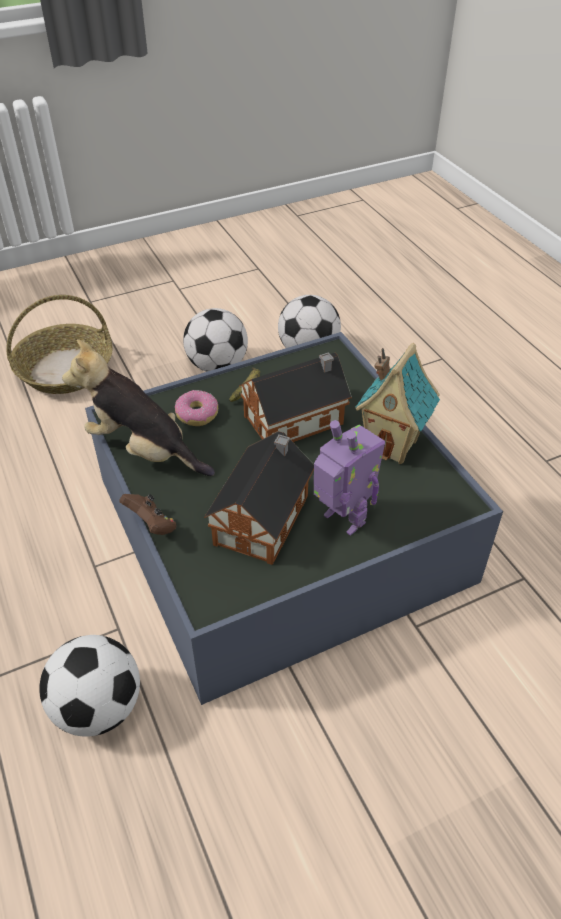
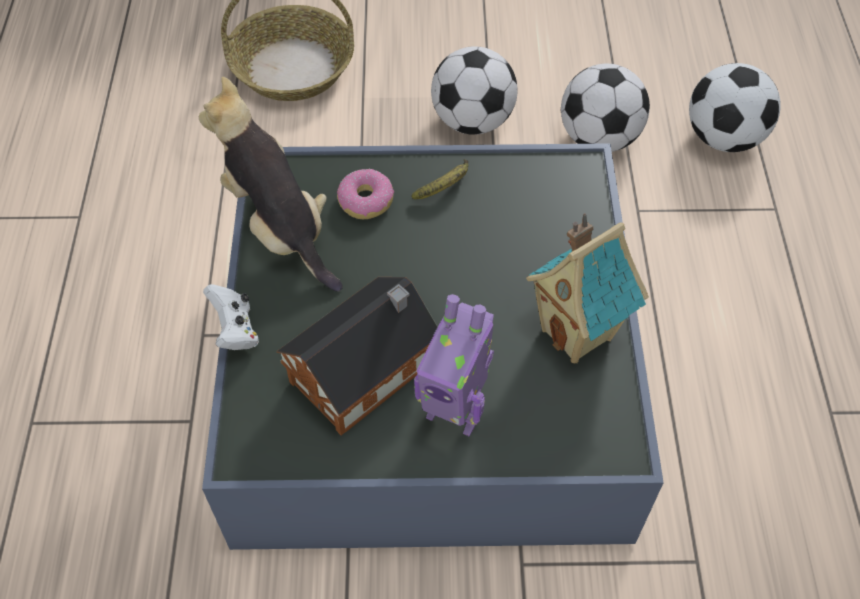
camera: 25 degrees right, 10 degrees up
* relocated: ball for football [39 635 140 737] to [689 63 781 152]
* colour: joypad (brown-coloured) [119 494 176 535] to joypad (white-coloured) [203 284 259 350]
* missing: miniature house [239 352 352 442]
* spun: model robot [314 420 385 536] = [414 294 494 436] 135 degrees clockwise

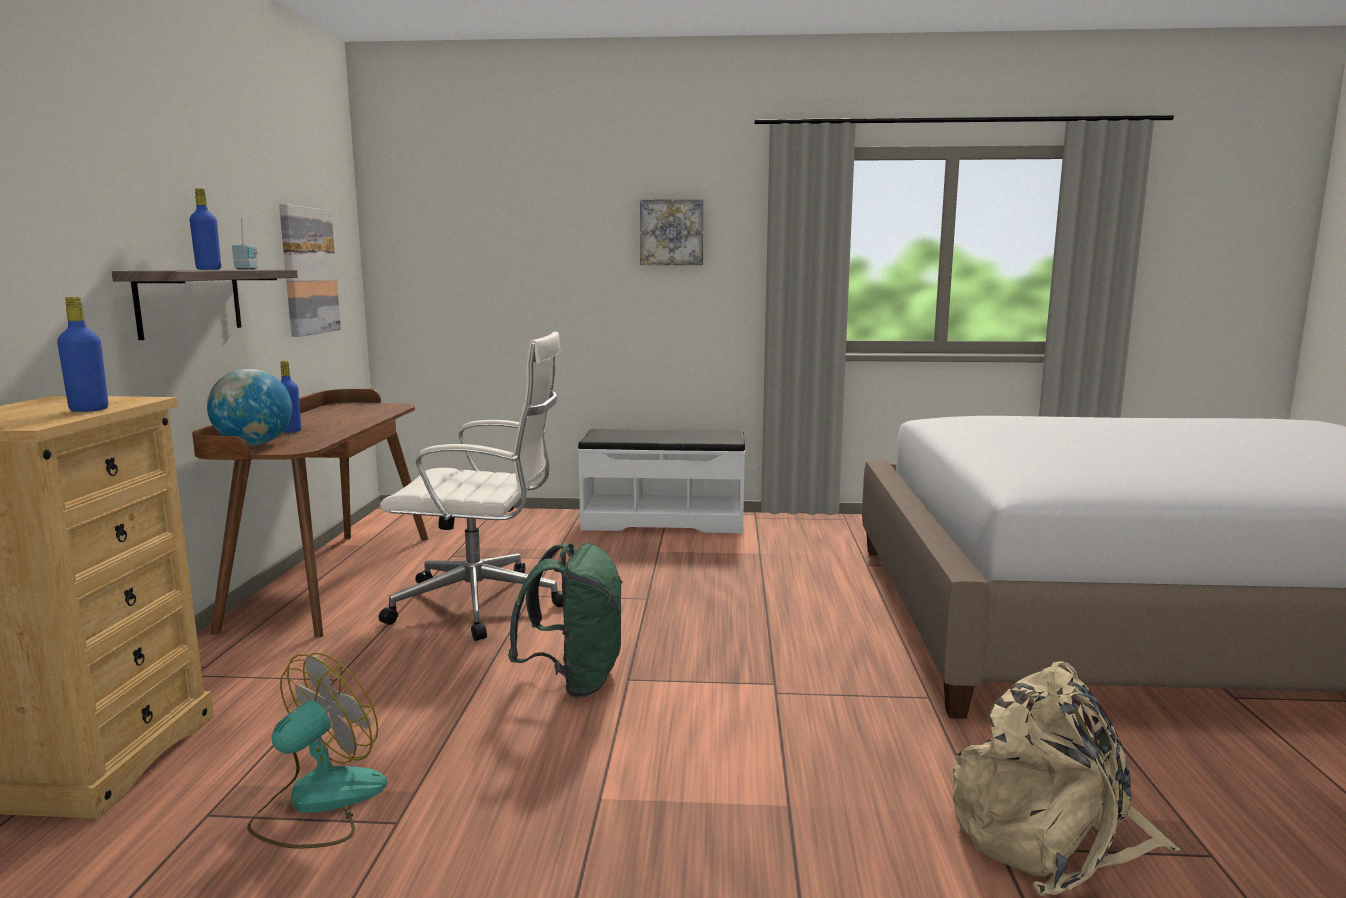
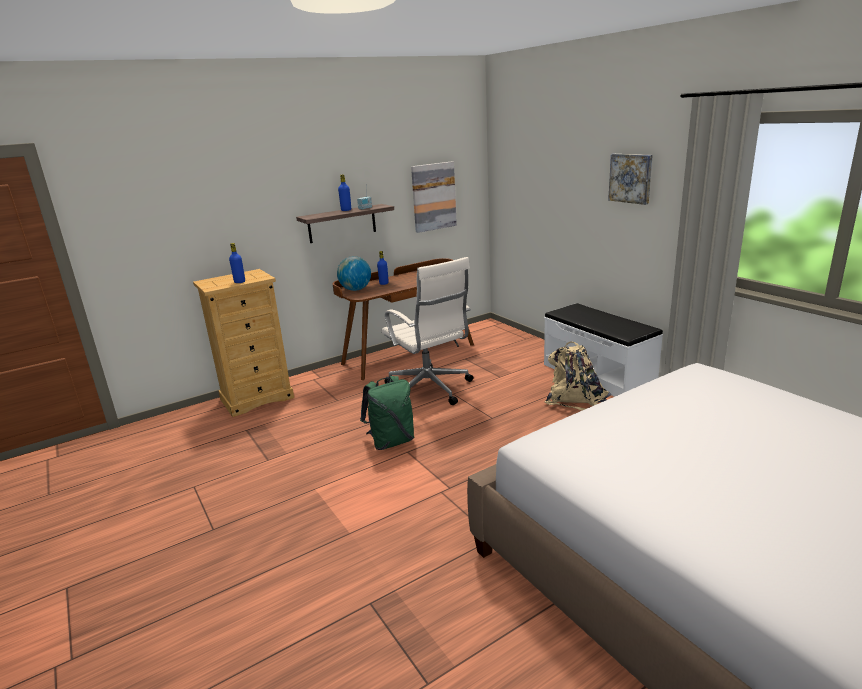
camera: 55 degrees right, 10 degrees up
* missing: cooling fan [247 653 387 849]
* relocated: knapsack (beige) [953 661 1181 896] to [544 341 611 410]

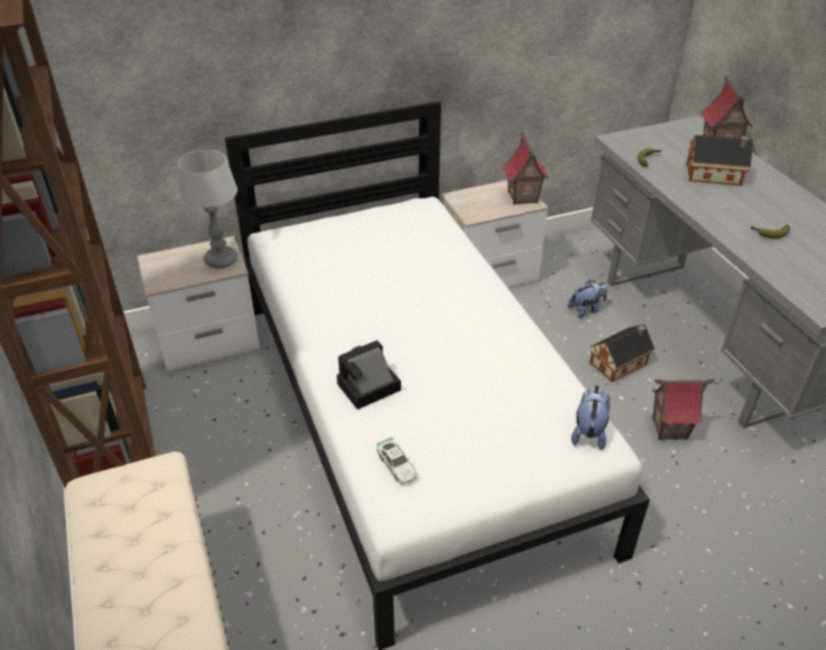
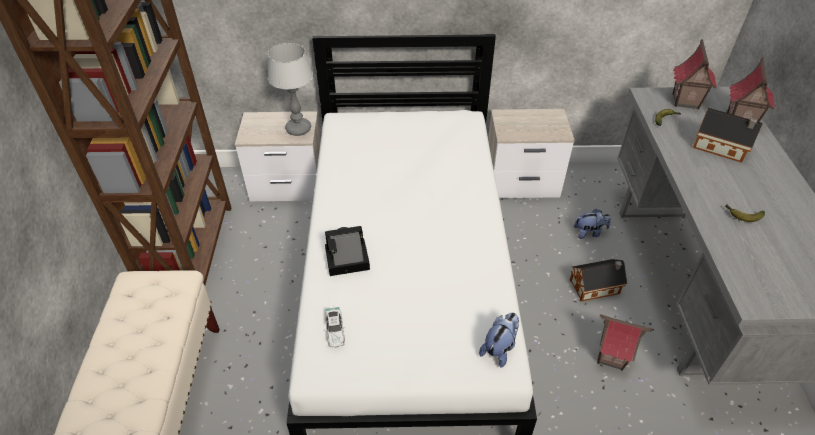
camera: 20 degrees right, 5 degrees up
* relocated: miniature house [502 132 549 205] to [673 39 717 109]

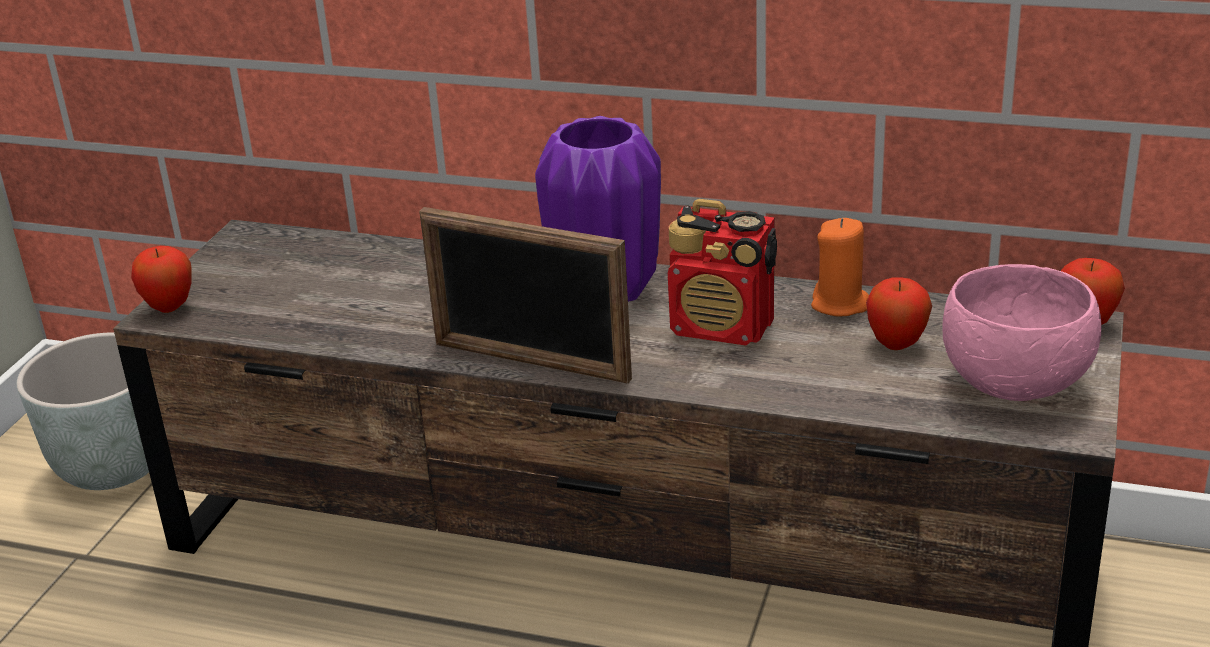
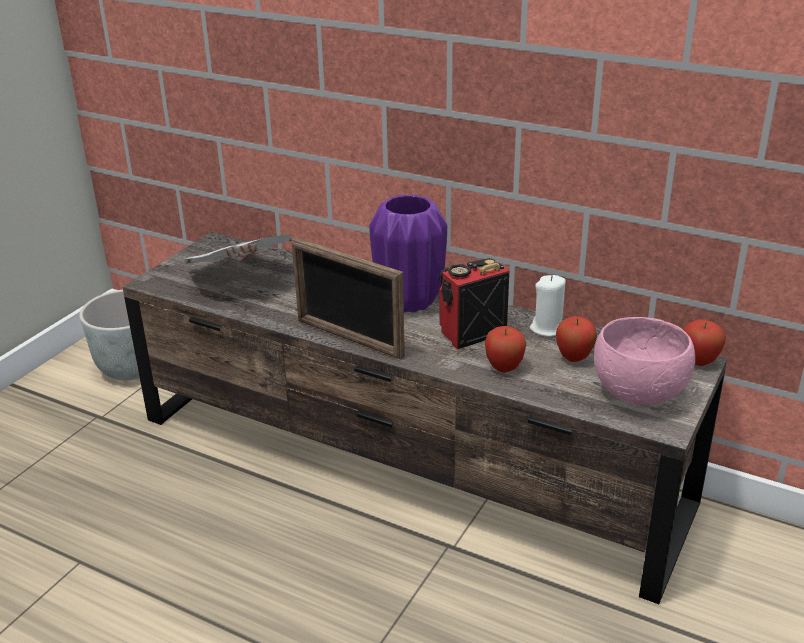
camera: 10 degrees right, 0 degrees up
* relocated: apple fruit [131 246 192 313] to [485 326 526 373]
* spun: radio [668 199 777 346] = [439 258 509 349] 120 degrees clockwise
* colour: wax light (orangey) [811 218 869 316] to wax light (white-coloured) [530 275 566 337]
* appeared: newspaper [184 235 292 264]

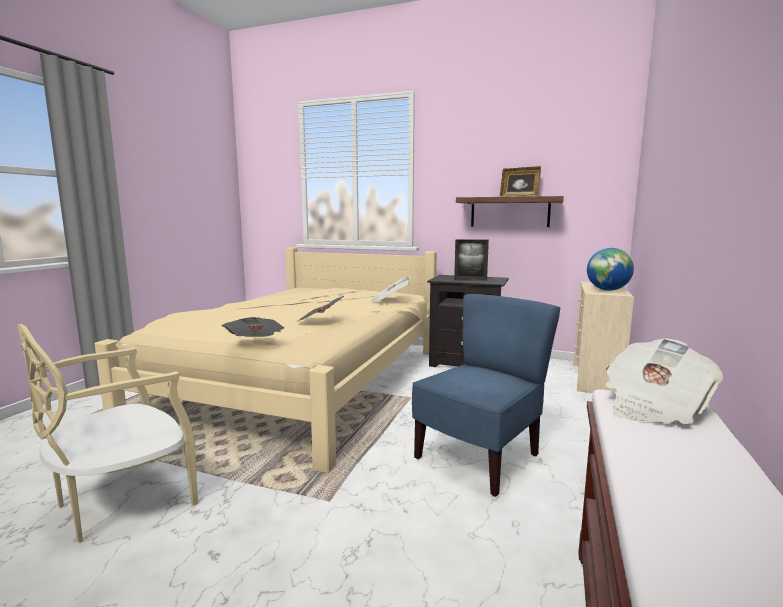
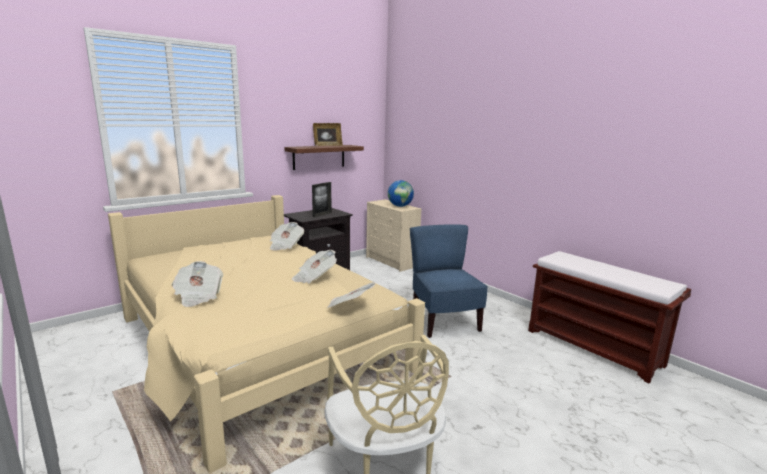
camera: 60 degrees left, 5 degrees up
* relocated: newspaper [605 338 723 424] to [172 261 224 307]

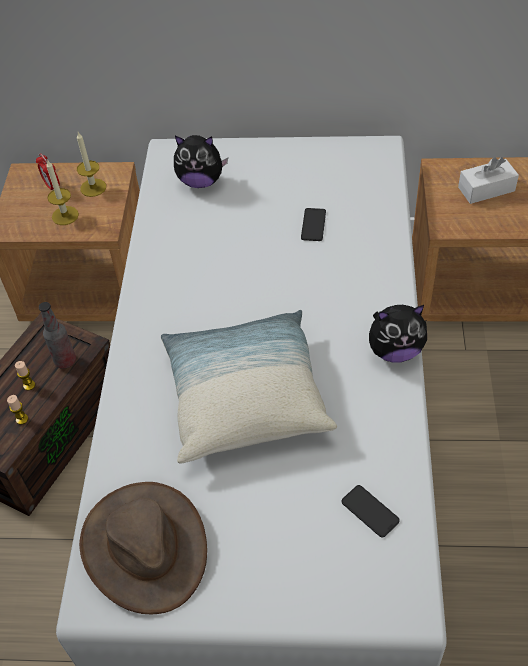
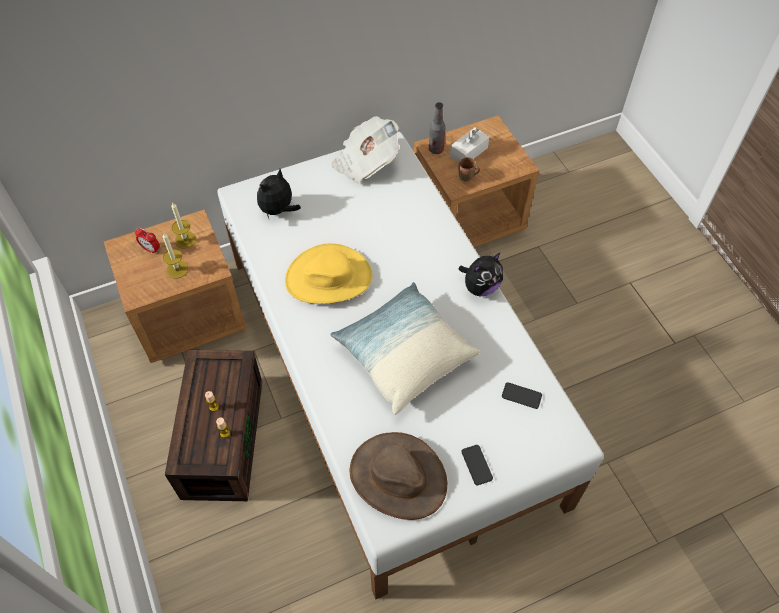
camera: 30 degrees left, 5 degrees up
* relocated: bottle [39 302 76 369] to [429 102 446 154]
* spun: plush toy [174 135 228 188] = [257 169 301 218] 150 degrees clockwise
* relocated: telephone [301 208 326 241] to [461 445 493 485]
* appeared: wearable hat (yellowish) [285 244 373 304]
* appeared: newspaper [332 116 400 183]
* appeared: tea mug (brown-coloured) [458 157 480 182]

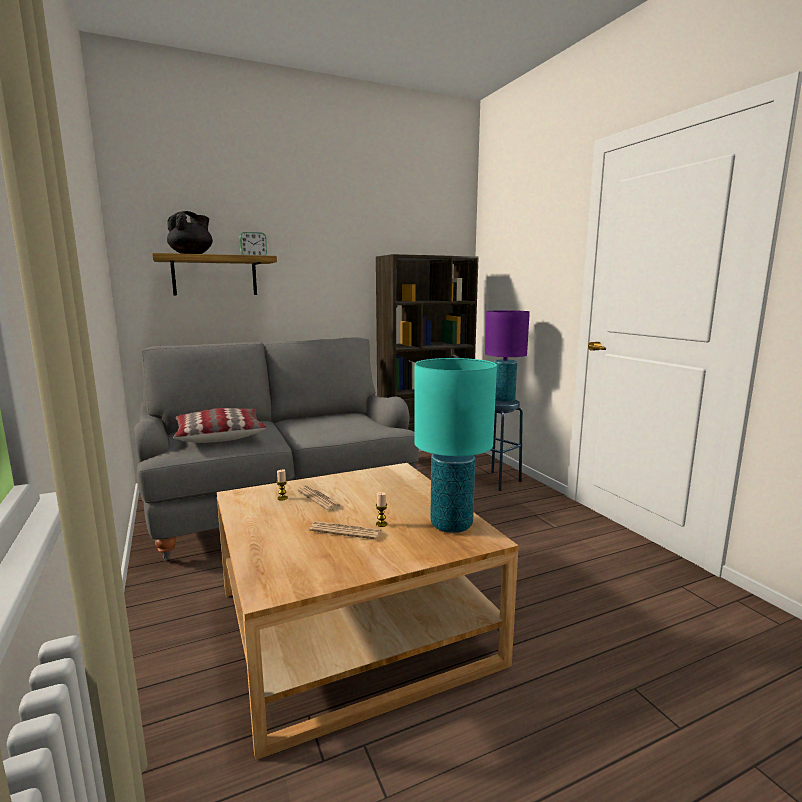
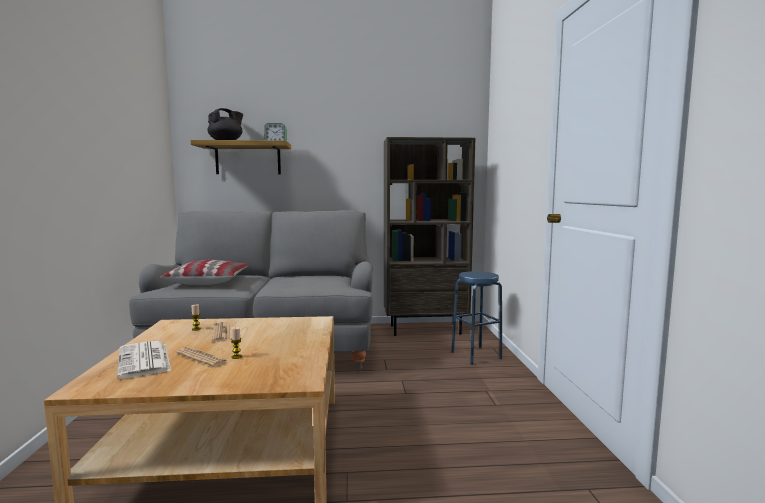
camera: 20 degrees right, 5 degrees down
* missing: table lamp (turquoise) [414 358 497 533]
* missing: table lamp (purple) [485 310 530 402]
* appeared: newspaper [117 341 171 379]

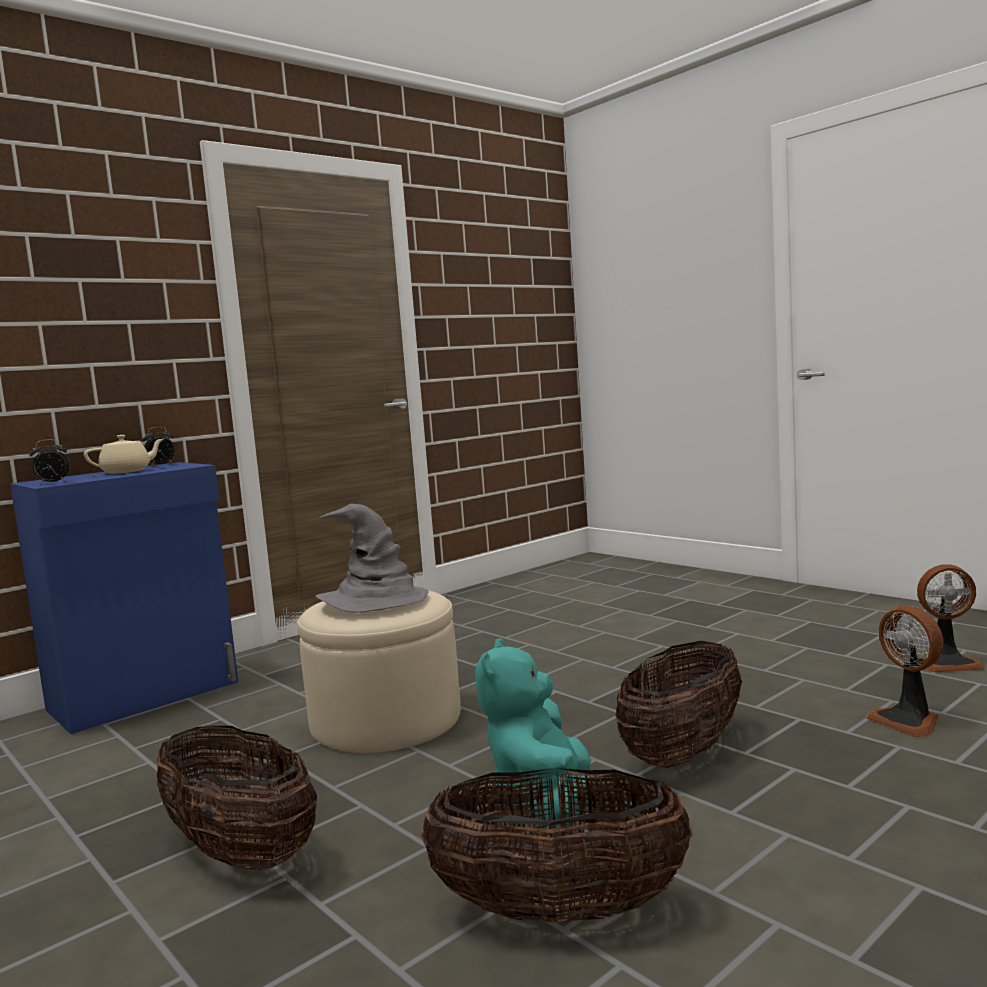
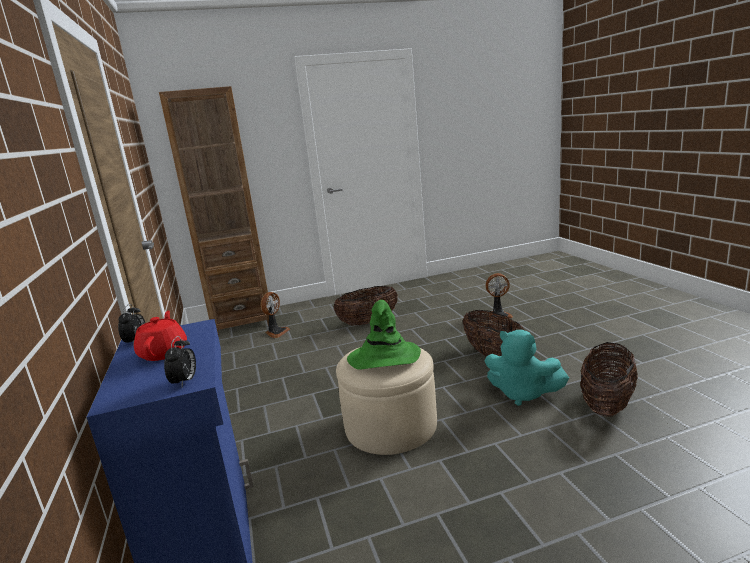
camera: 65 degrees left, 10 degrees up
* colour: tea pot (beige) [84 435 164 474] to tea pot (red-coloured) [134 311 187 361]
* relocated: household basket [157 726 317 870] to [334 286 398 326]
* colour: wearable hat (gray) [316 504 429 613] to wearable hat (green) [347 300 421 370]
* relocated: cooling fan [917 564 985 673] to [260 292 290 338]
* appeared: bookshelf (brown-coloured) [159 86 269 336]

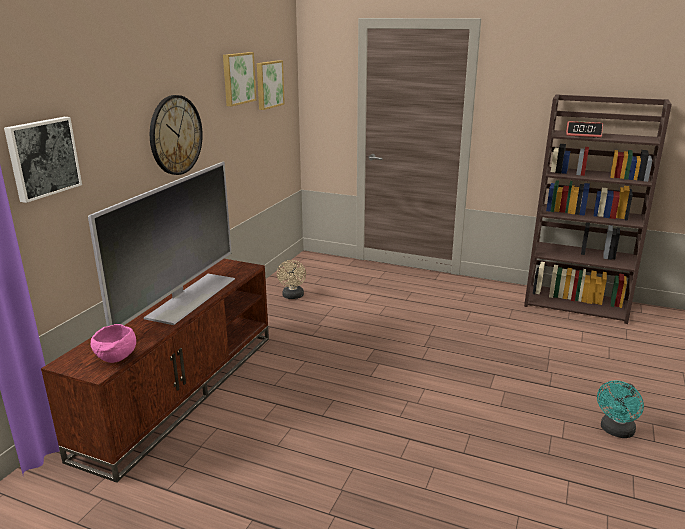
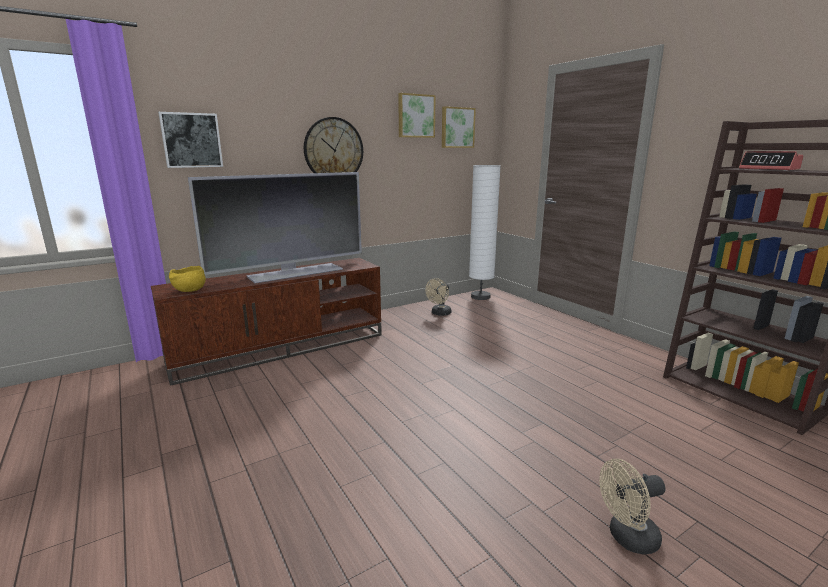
camera: 35 degrees right, 5 degrees down
* colour: bowl (pink) [91 324 136 363] to bowl (yellowish) [169 266 206 292]
* colour: cooling fan (turquoise) [597 380 644 438] to cooling fan (beige) [599 459 666 555]
* appeared: floor lamp (white-coloured) [469 165 501 300]

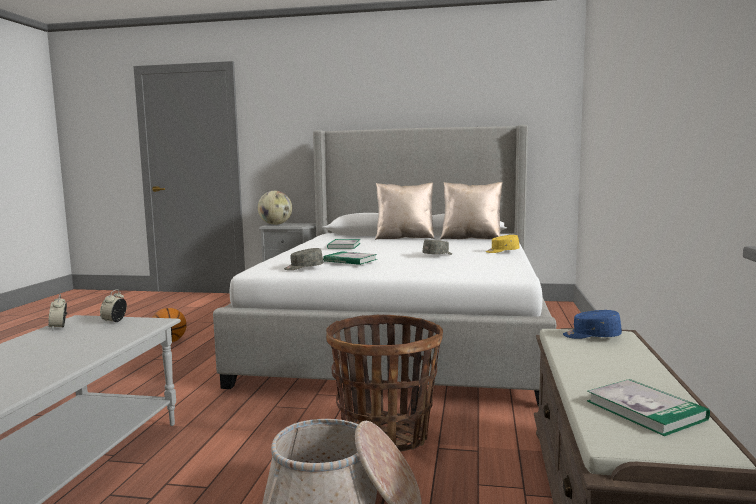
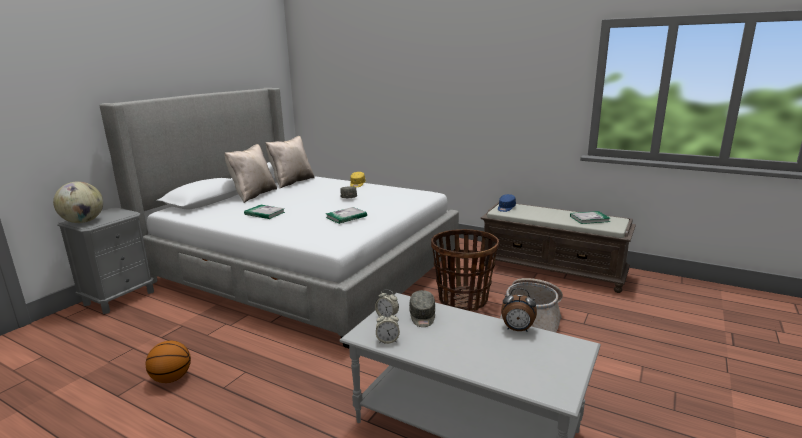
camera: 70 degrees left, 10 degrees up
* relocated: baseball cap (gray) [284 248 323 270] to [409 290 435 327]
* appeared: table clock [501 288 537 332]

